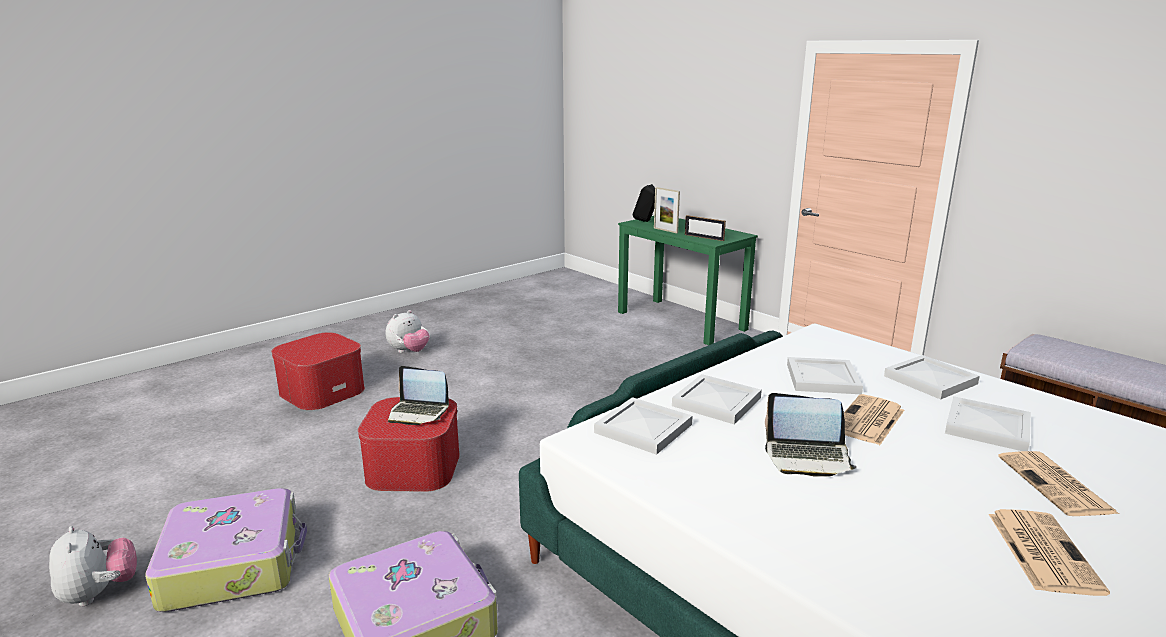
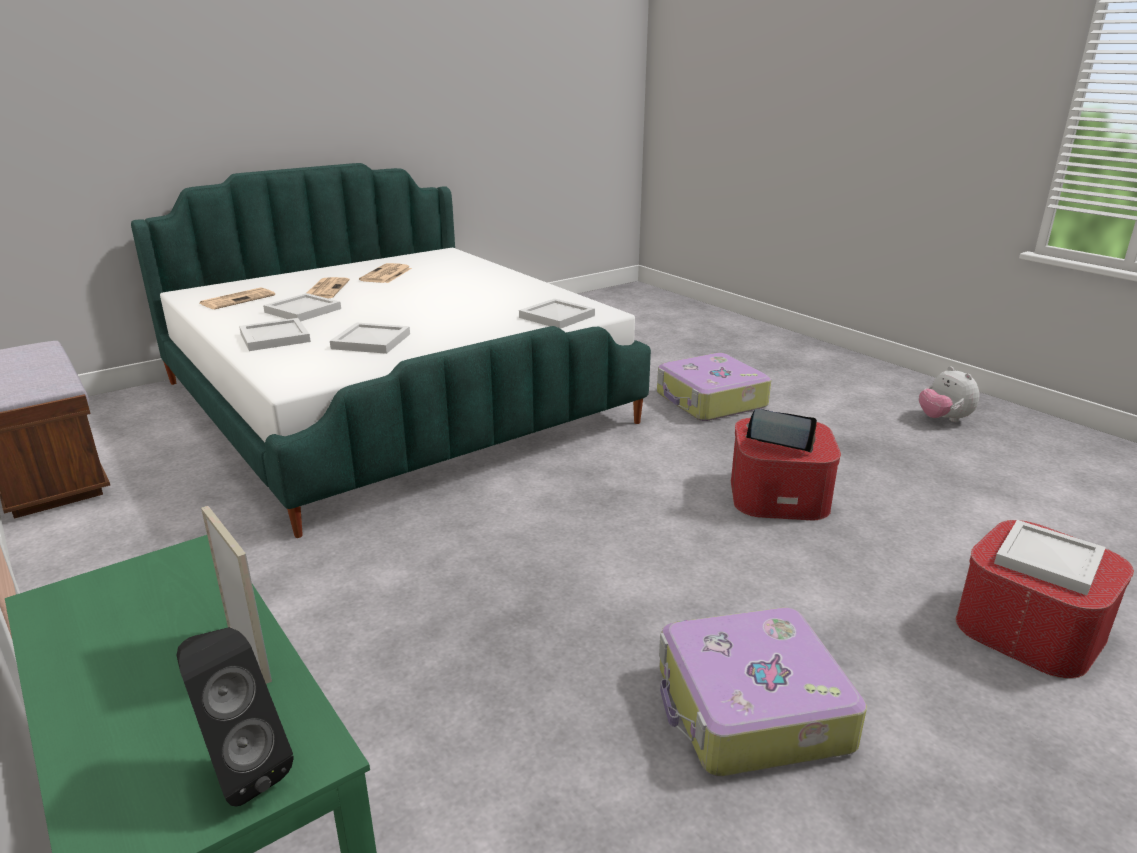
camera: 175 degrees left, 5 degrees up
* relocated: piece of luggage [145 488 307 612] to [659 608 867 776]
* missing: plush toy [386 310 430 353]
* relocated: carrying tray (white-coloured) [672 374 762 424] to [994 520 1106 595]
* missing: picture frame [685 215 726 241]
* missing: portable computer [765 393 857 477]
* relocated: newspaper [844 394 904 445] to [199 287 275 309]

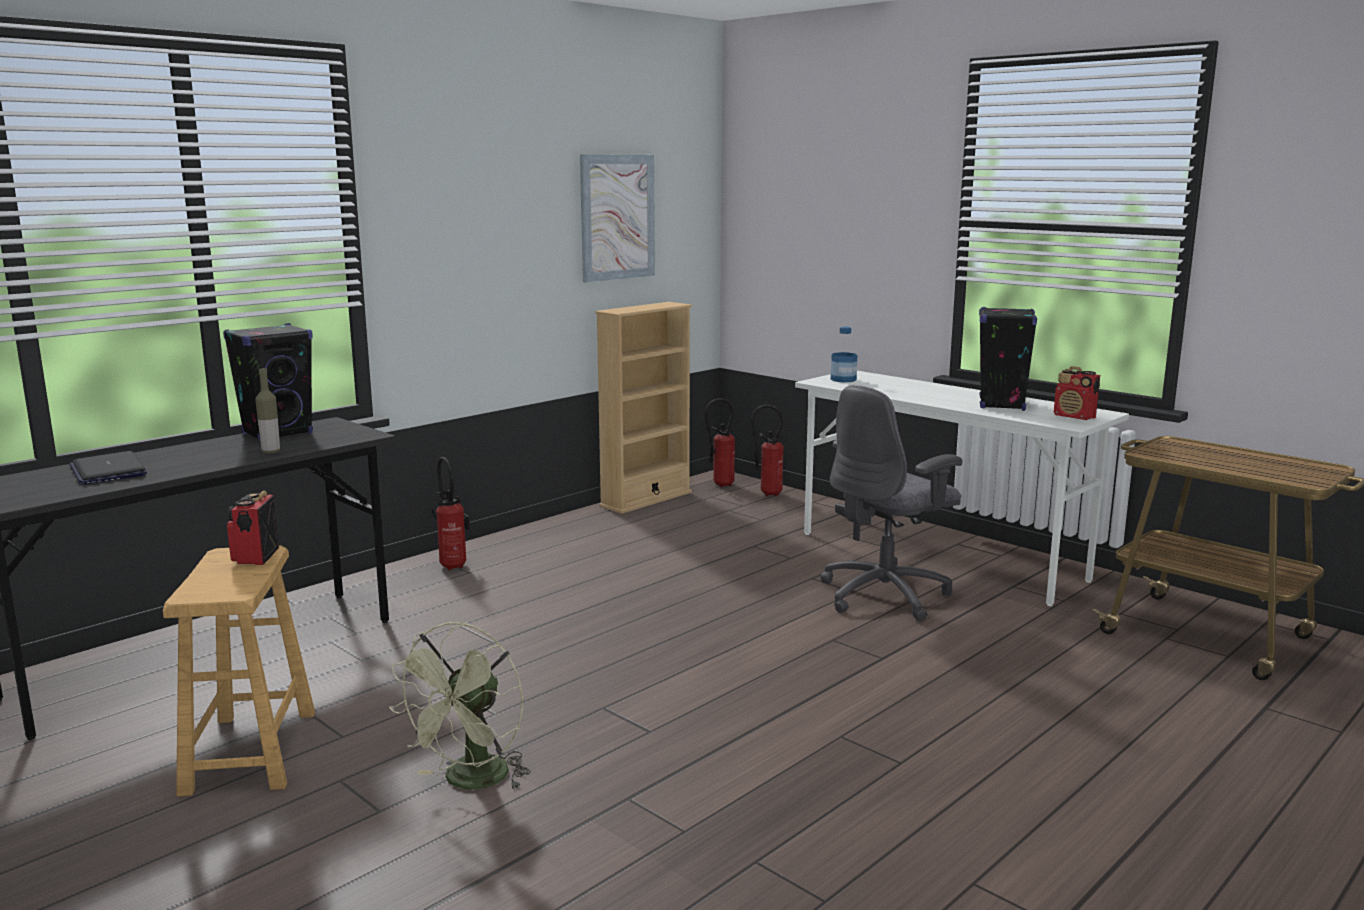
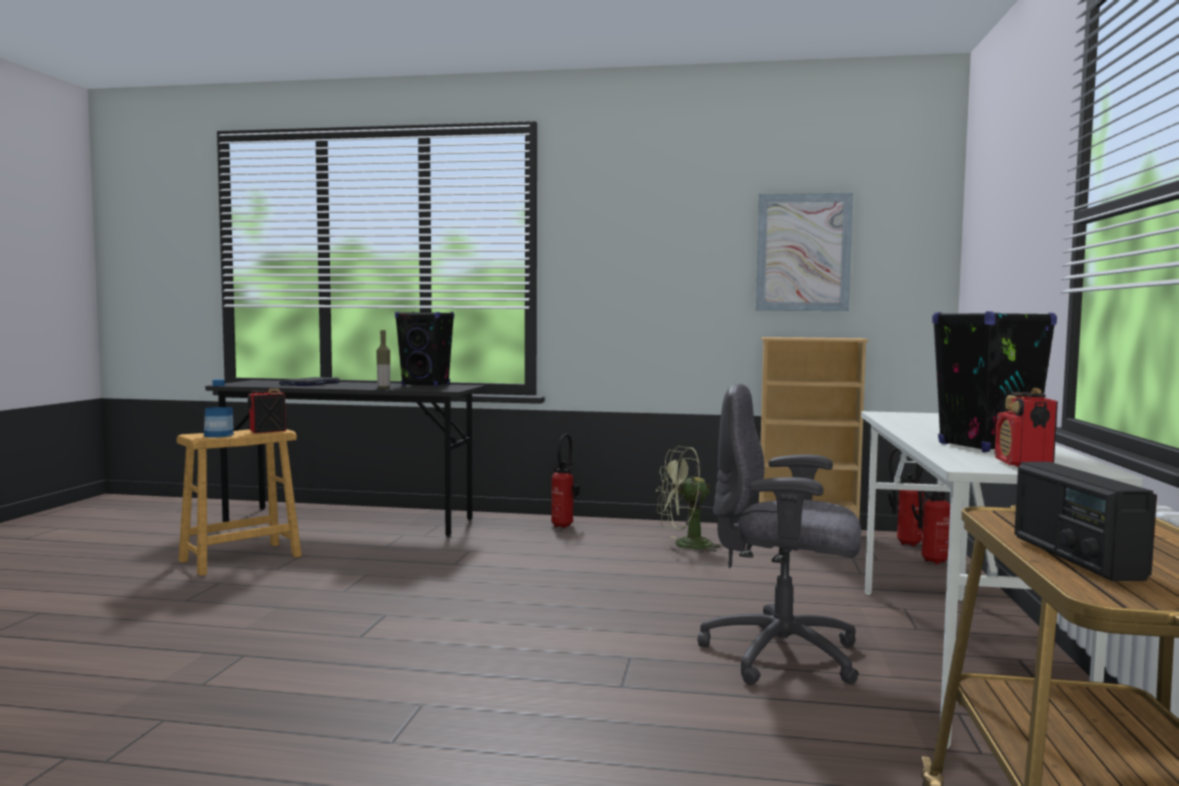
camera: 55 degrees right, 10 degrees down
* relocated: cooling fan (green) [389 622 531 791] to [656 446 724 554]
* relocated: bottle [831 327 857 383] to [204 379 234 437]
* appeared: radio [1014 462 1157 581]

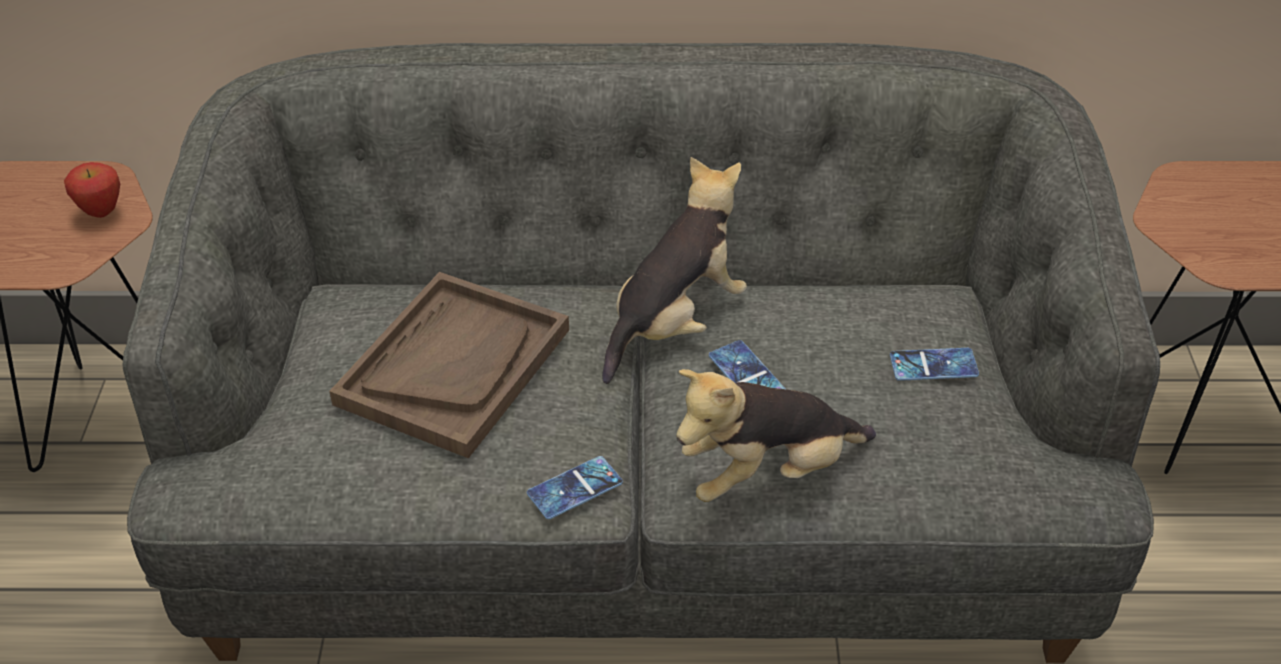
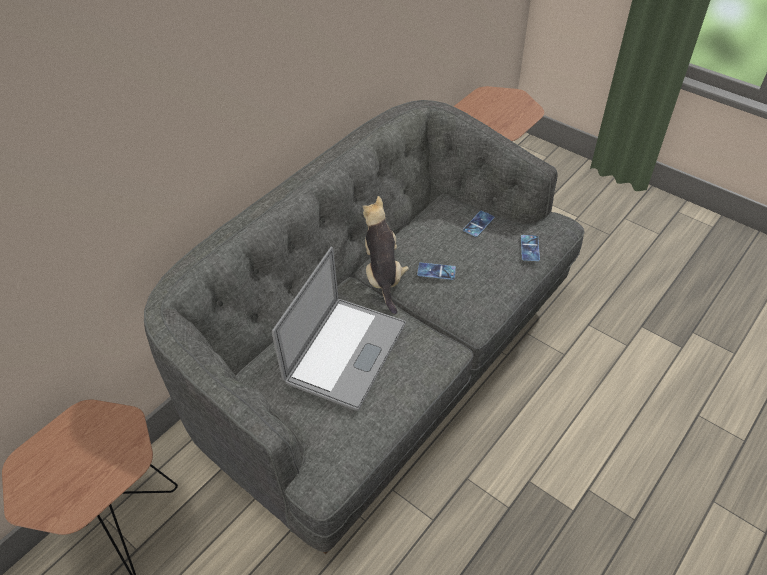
camera: 50 degrees left, 5 degrees up
* missing: apple fruit [64 162 120 218]
* exchanged: carrying tray (brown-coloured) [329 272 569 458] to portable computer [272 247 406 411]
* relocated: telephone [527 456 623 519] to [521 235 540 261]
* missing: plush toy [676 369 876 502]

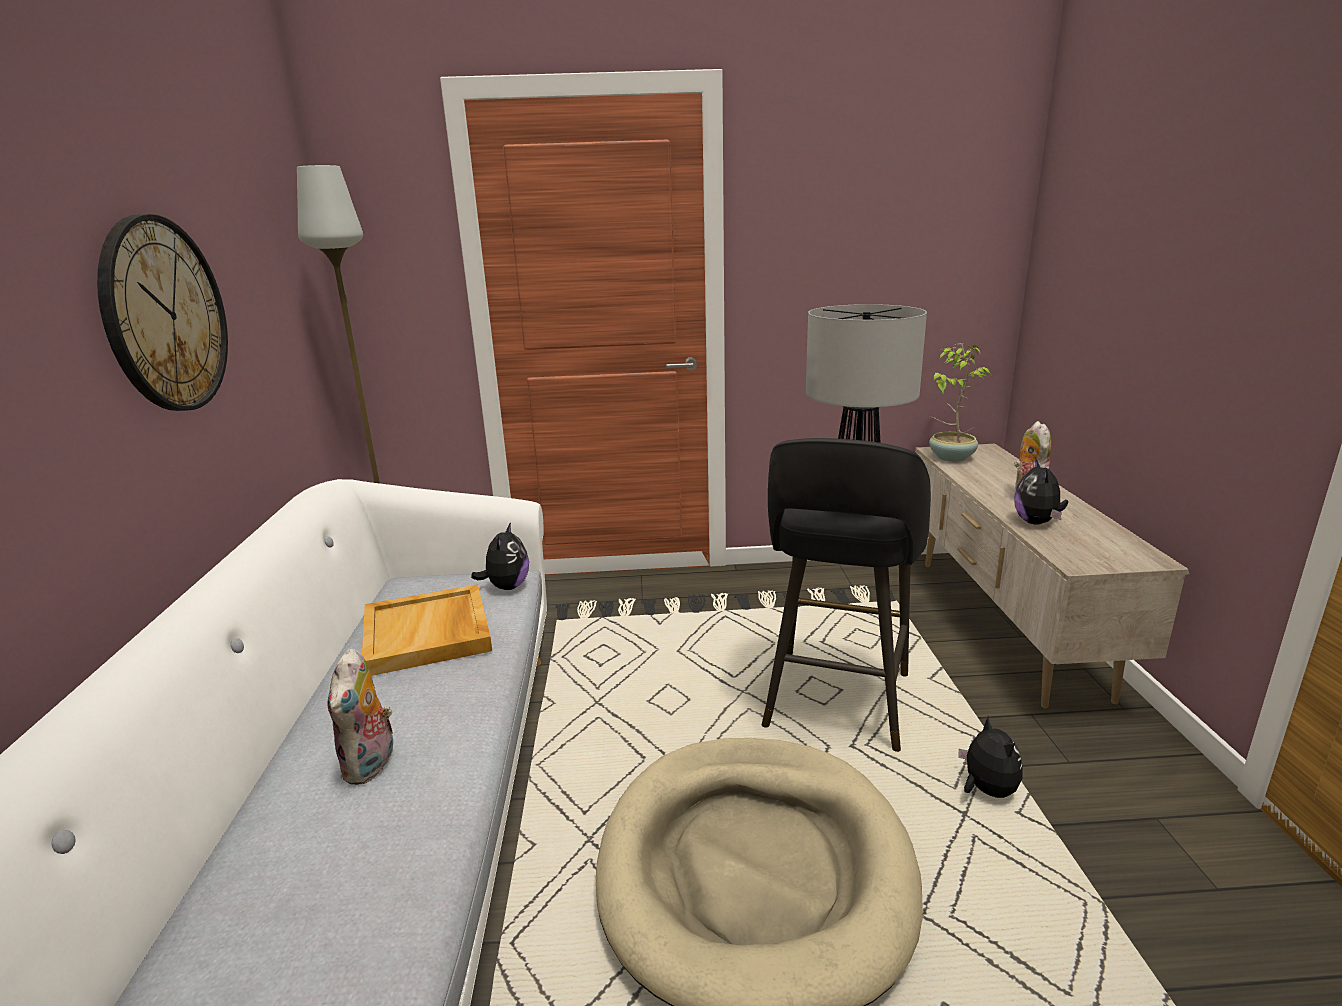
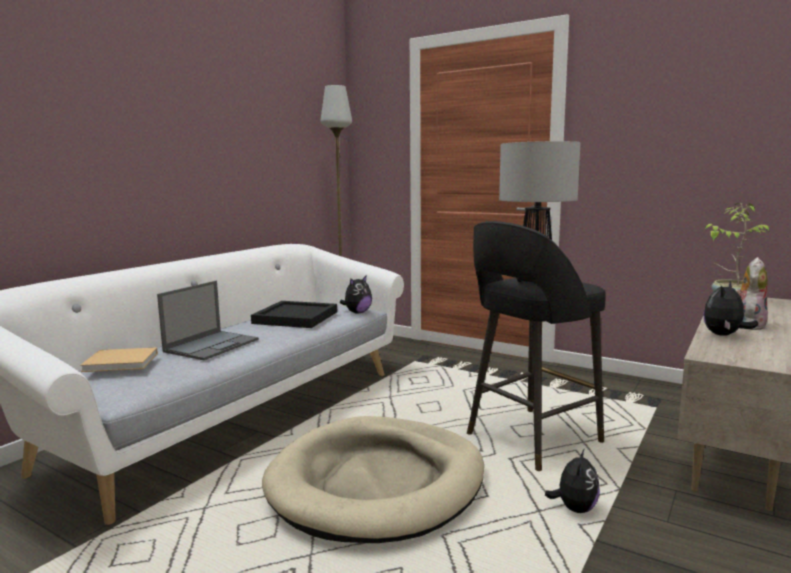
camera: 35 degrees right, 10 degrees down
* missing: clock on the wall [97 214 228 411]
* exchanged: plush toy [328 648 397 785] to portable computer [157 281 259 360]
* colour: carrying tray (beige) [362 584 492 676] to carrying tray (black-coloured) [251 301 337 328]
* appeared: bound book (beige) [80 348 158 372]

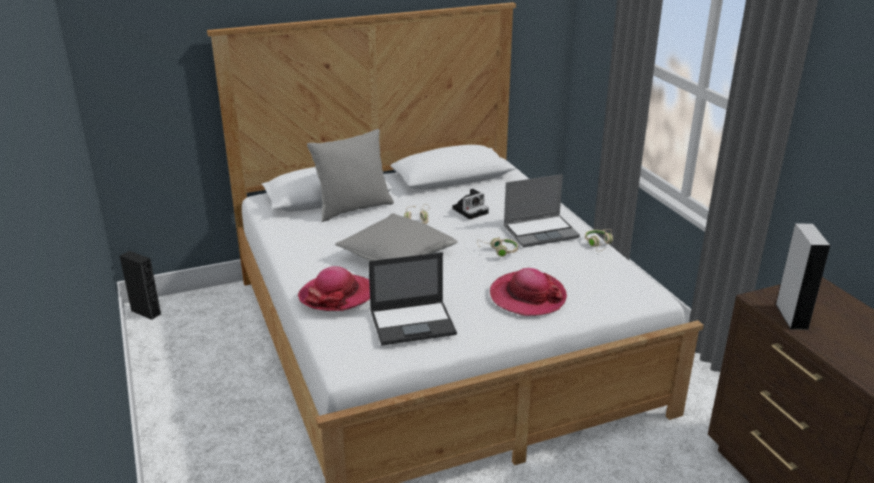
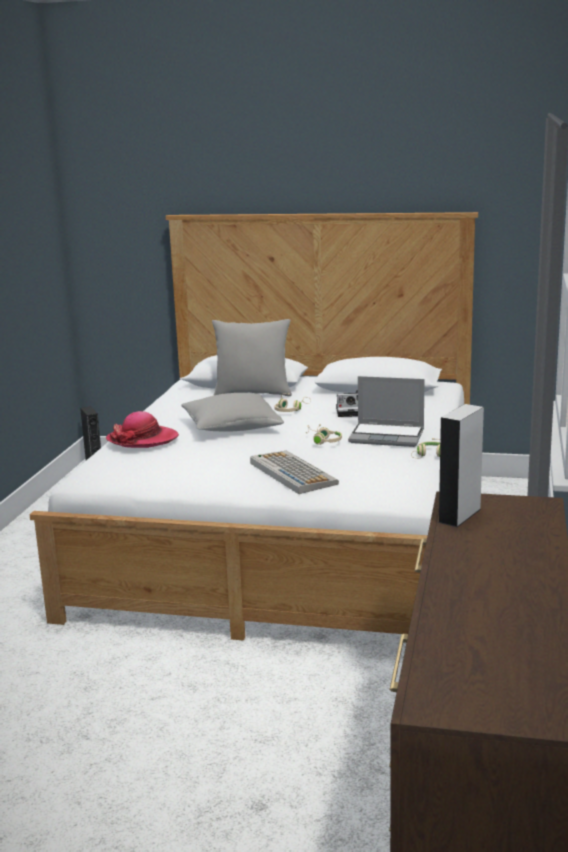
camera: 35 degrees right, 10 degrees down
* missing: portable computer [368 252 457 345]
* exchanged: wearable hat [490 268 567 316] to keyboard [250 451 339 494]

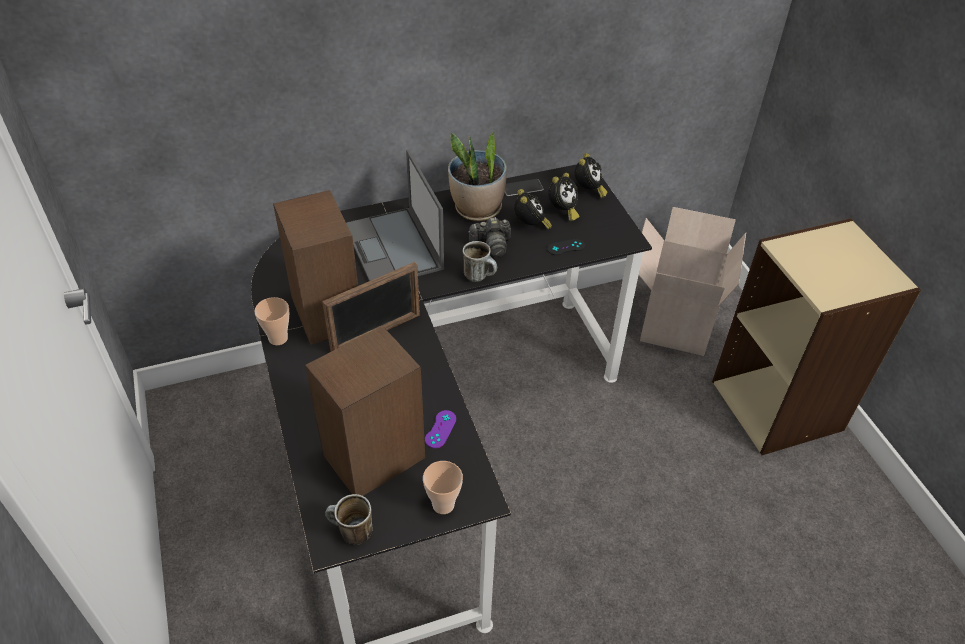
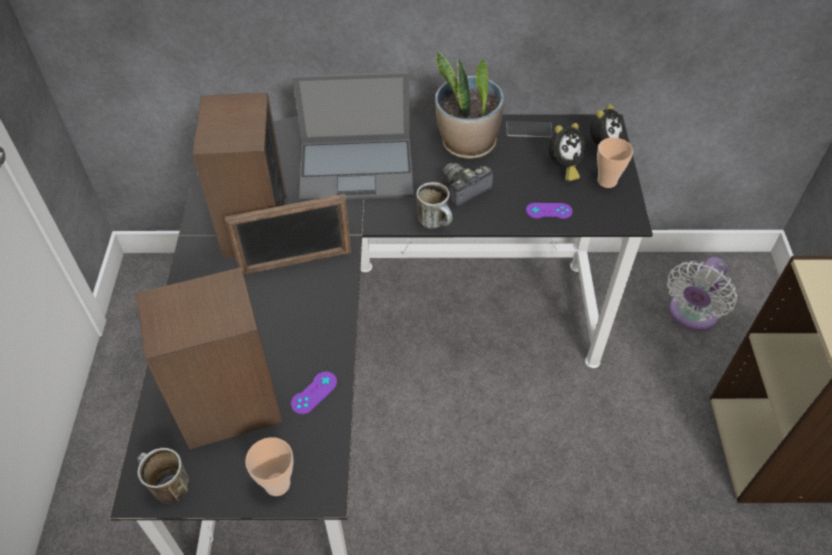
camera: 20 degrees right, 5 degrees up
* relocated: drinking cup [254 297 289 345] to [597 138 633 188]
* spun: portable computer [346 149 444 281] = [292 72 414 201] 90 degrees counterclockwise
* spun: still camera [469 217 511 257] = [442 163 493 207] 135 degrees clockwise
* missing: table clock [514 189 552 229]
* colour: joypad (black-coloured) [547 239 585 255] to joypad (purple) [526 203 572 219]
* exchanged: cardboard box [639 207 746 356] to cooling fan (white-coloured) [667 257 737 331]

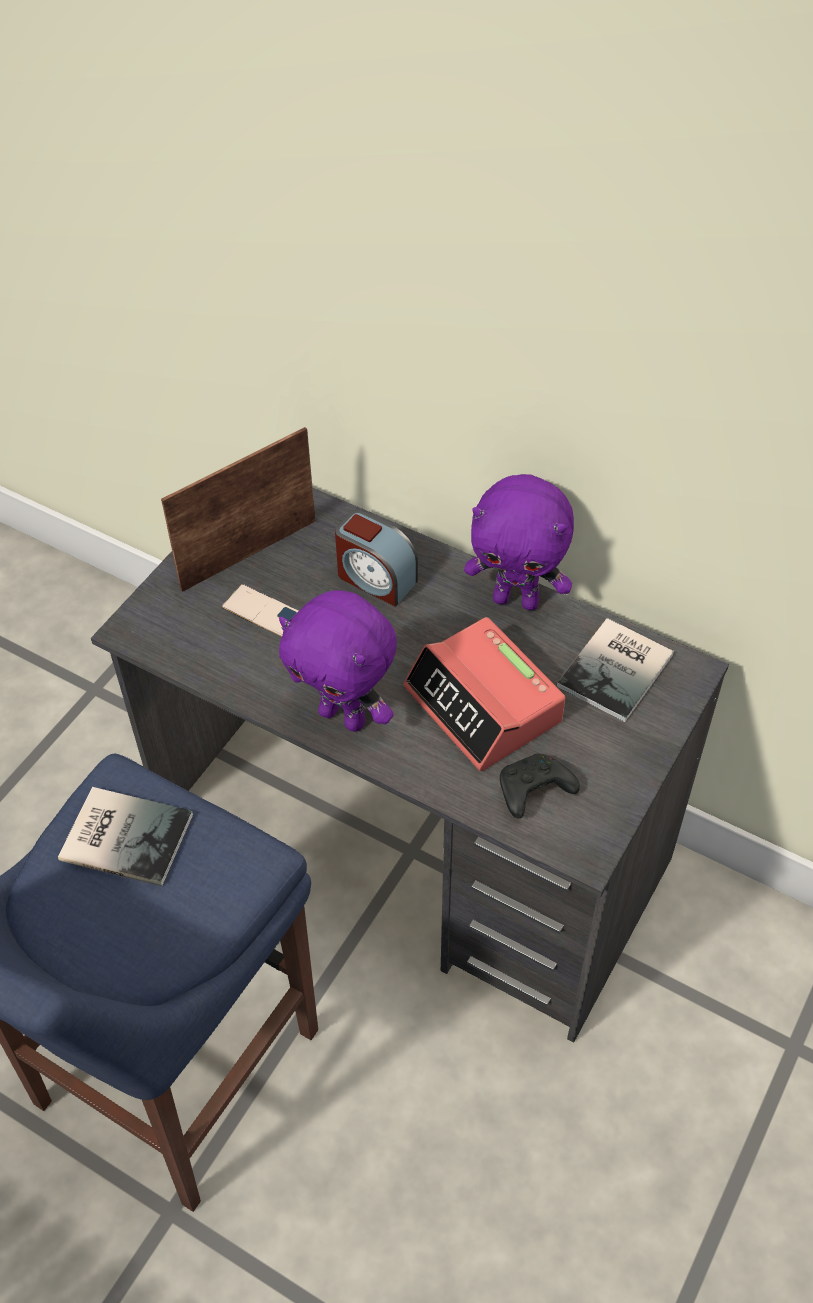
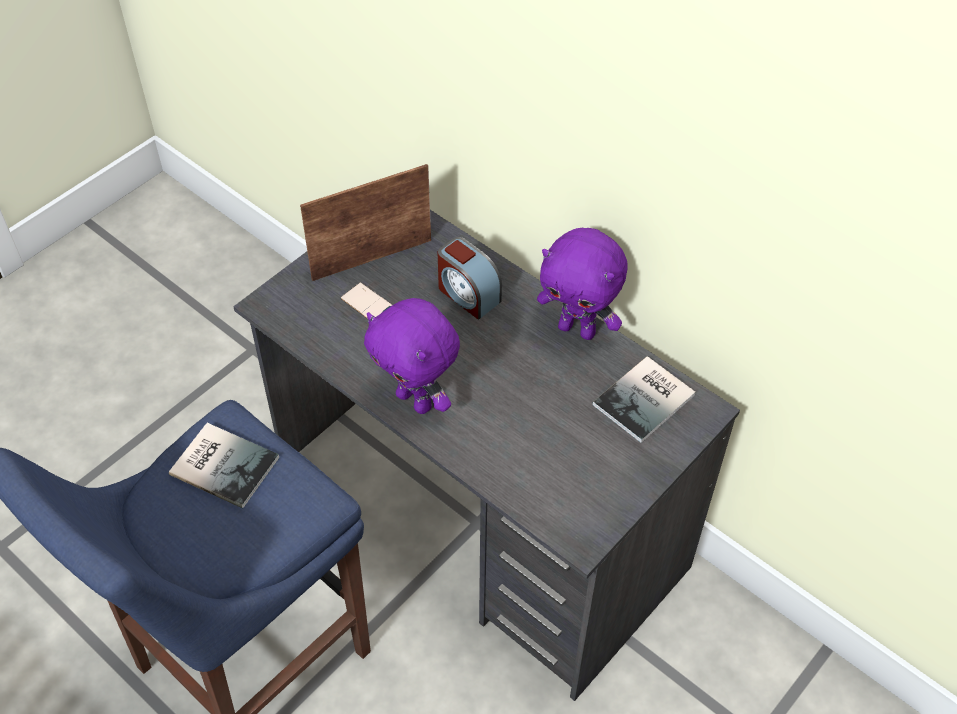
camera: 10 degrees right, 0 degrees up
* missing: table clock [403 617 565 771]
* missing: joypad (black-coloured) [500 753 580 819]

